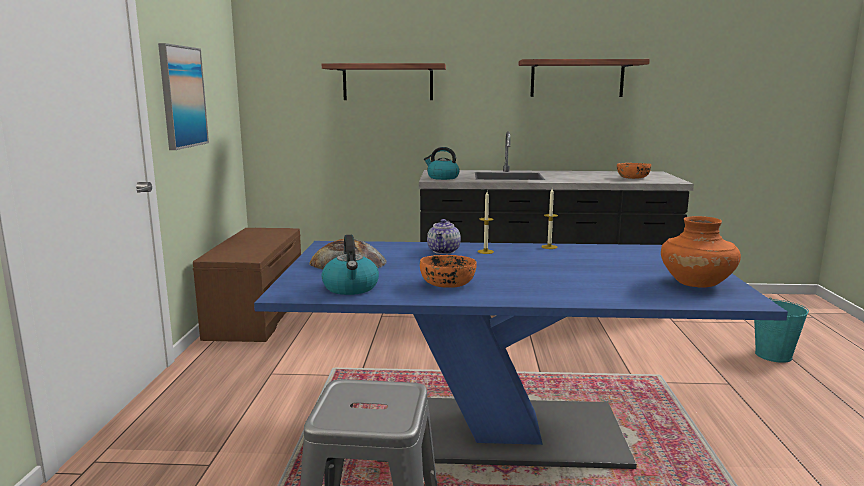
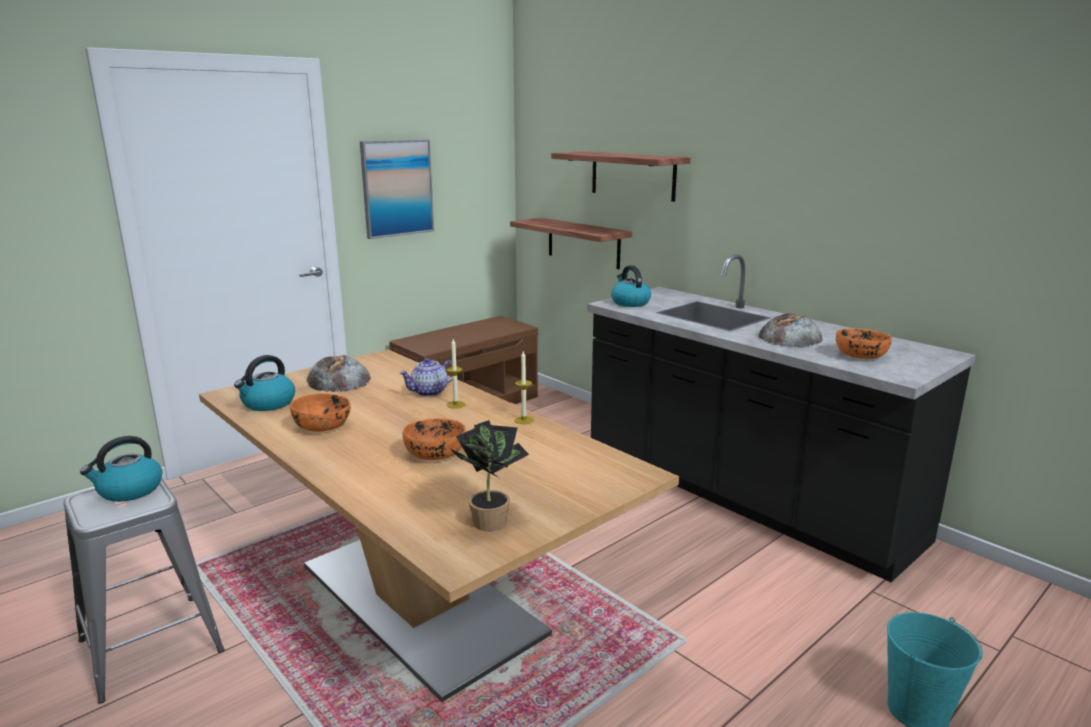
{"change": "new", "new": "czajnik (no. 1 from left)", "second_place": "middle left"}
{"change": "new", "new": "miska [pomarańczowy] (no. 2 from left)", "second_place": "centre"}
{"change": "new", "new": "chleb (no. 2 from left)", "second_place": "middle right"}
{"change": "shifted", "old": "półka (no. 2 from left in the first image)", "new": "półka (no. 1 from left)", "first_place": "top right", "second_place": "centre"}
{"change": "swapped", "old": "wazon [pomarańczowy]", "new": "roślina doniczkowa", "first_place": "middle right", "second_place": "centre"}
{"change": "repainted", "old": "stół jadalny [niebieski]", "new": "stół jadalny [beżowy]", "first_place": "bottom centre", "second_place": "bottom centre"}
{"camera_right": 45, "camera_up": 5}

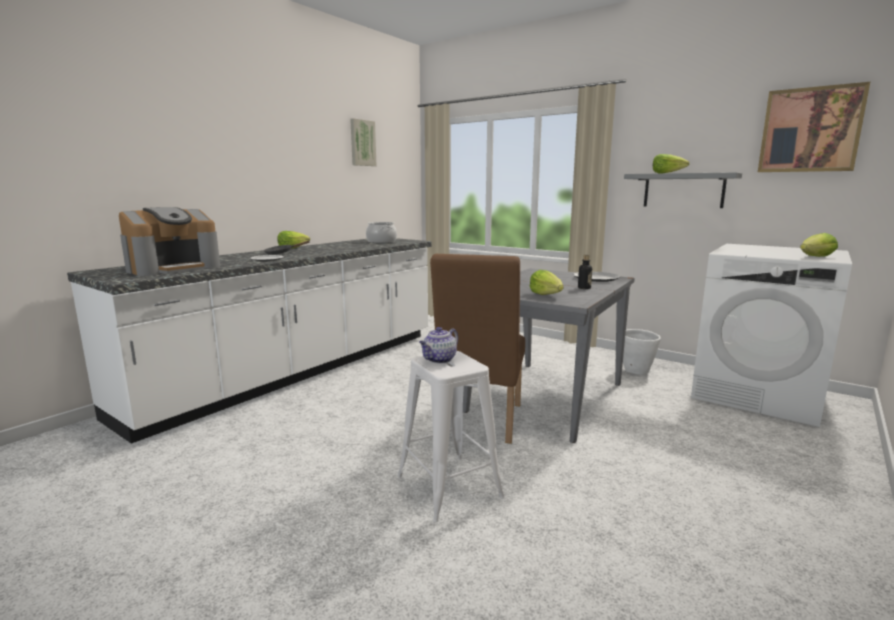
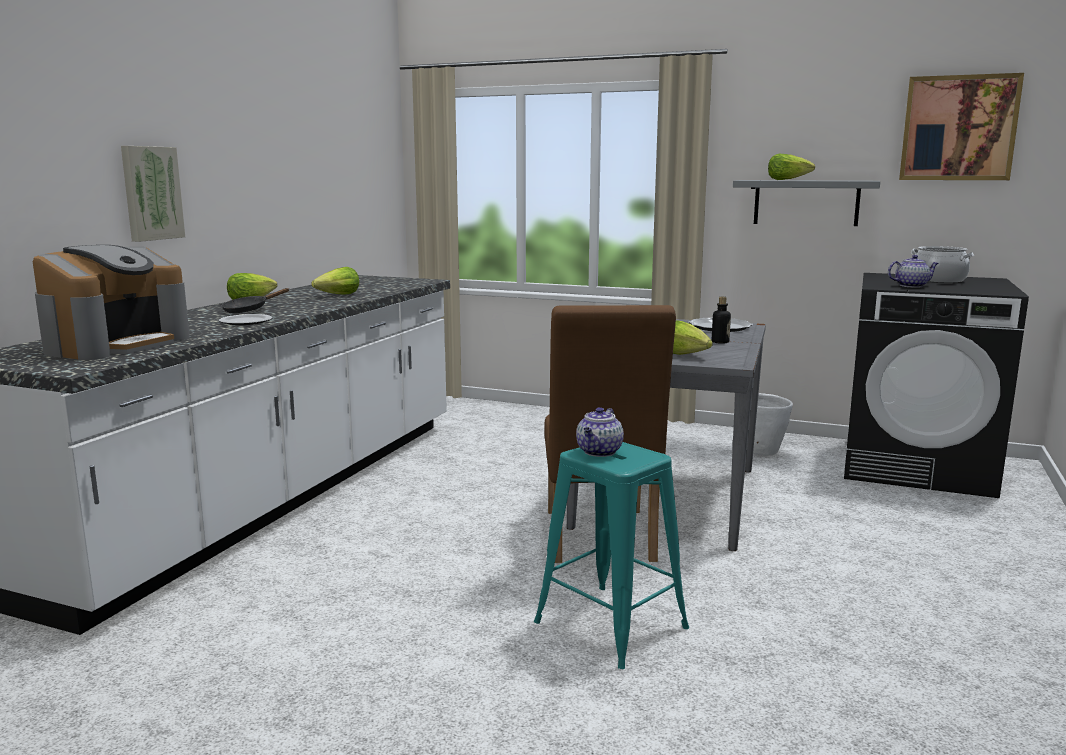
{"change": "new", "new": "imbryk (no. 2 from left)", "second_place": "middle right"}
{"change": "shifted", "old": "obraz (no. 1 from left)", "first_place": "top centre", "second_place": "top left"}
{"change": "shifted", "old": "garnek", "first_place": "centre", "second_place": "middle right"}
{"change": "shifted", "old": "sałata (no. 4 from left in the first image)", "new": "sałata (no. 2 from left)", "first_place": "middle right", "second_place": "middle left"}
{"change": "repainted", "old": "stołek [biały]", "new": "stołek [turkusowy]", "first_place": "bottom centre", "second_place": "bottom centre"}
{"change": "repainted", "old": "pralka [biały]", "new": "pralka [czarny]", "first_place": "middle right", "second_place": "middle right"}
{"camera_right": -15, "camera_up": 0}

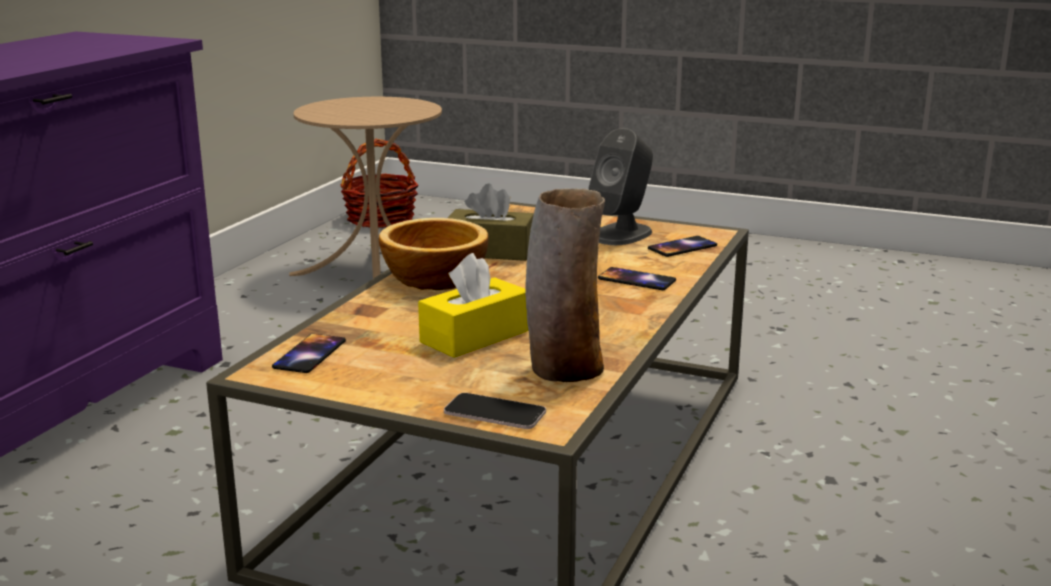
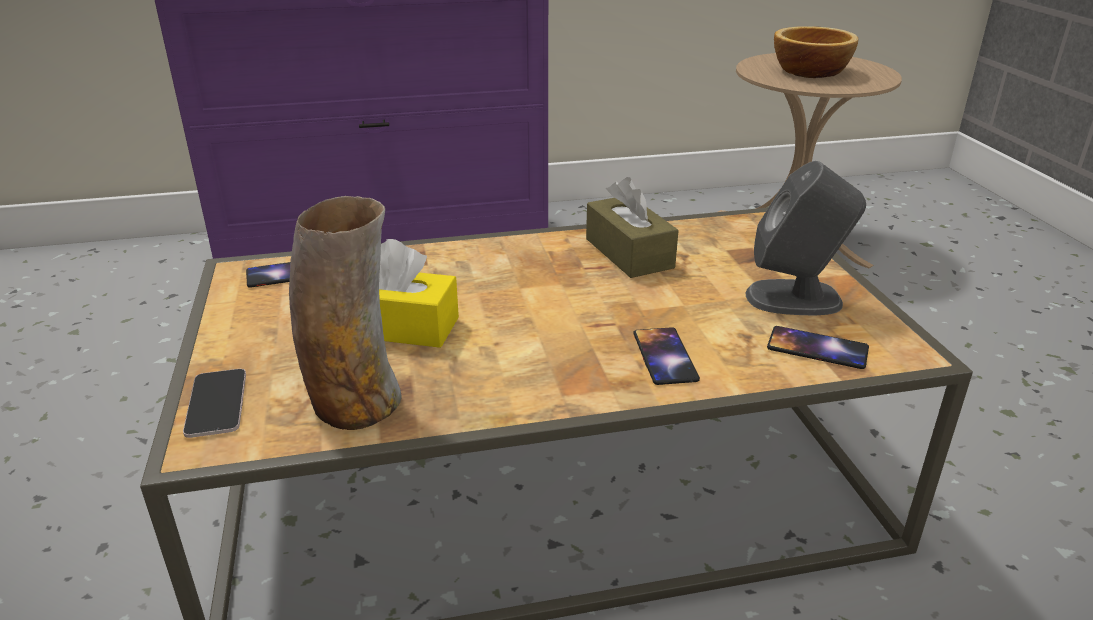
{"change": "gone", "old": "koszyk", "first_place": "top centre"}
{"change": "shifted", "old": "miska", "first_place": "centre", "second_place": "top right"}
{"camera_right": 55, "camera_up": 10}

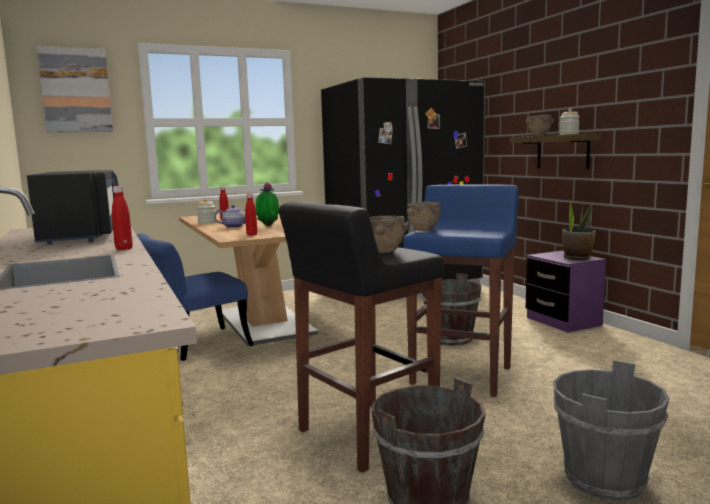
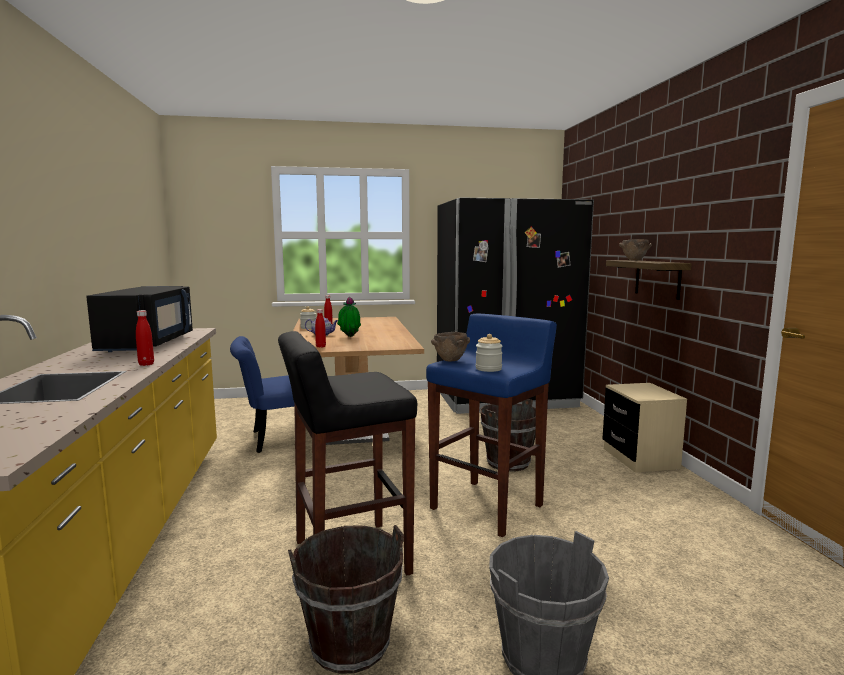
{"change": "gone", "old": "obraz", "first_place": "top left"}
{"change": "gone", "old": "miska [brązowy] (no. 1 from left)", "first_place": "centre"}
{"change": "gone", "old": "roślina doniczkowa (no. 2 from left)", "first_place": "middle right"}
{"change": "shifted", "old": "słoik (no. 2 from left)", "first_place": "top right", "second_place": "centre"}
{"change": "repainted", "old": "szafka nocna [fioletowy]", "new": "szafka nocna [beżowy]", "first_place": "middle right", "second_place": "middle right"}
{"camera_right": 15, "camera_up": 0}

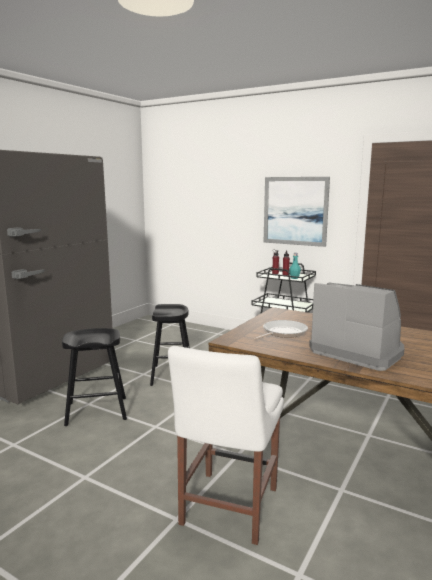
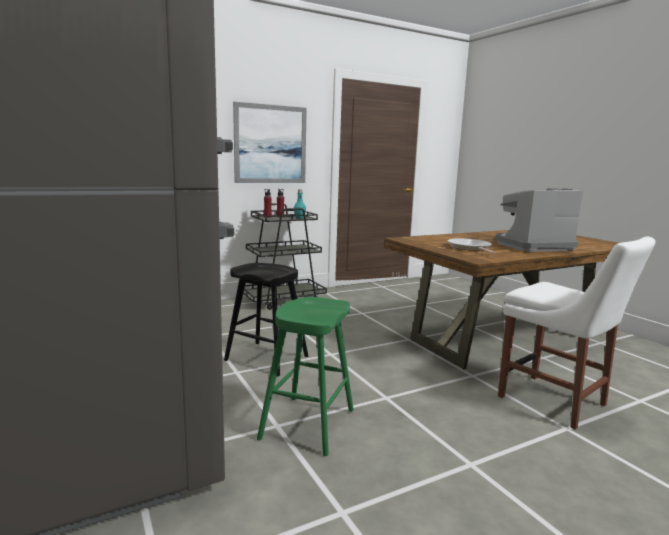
{"change": "repainted", "old": "stołek [czarny] (no. 1 from left)", "new": "stołek [zielony]", "first_place": "middle left", "second_place": "bottom centre"}
{"camera_right": -60, "camera_up": 0}

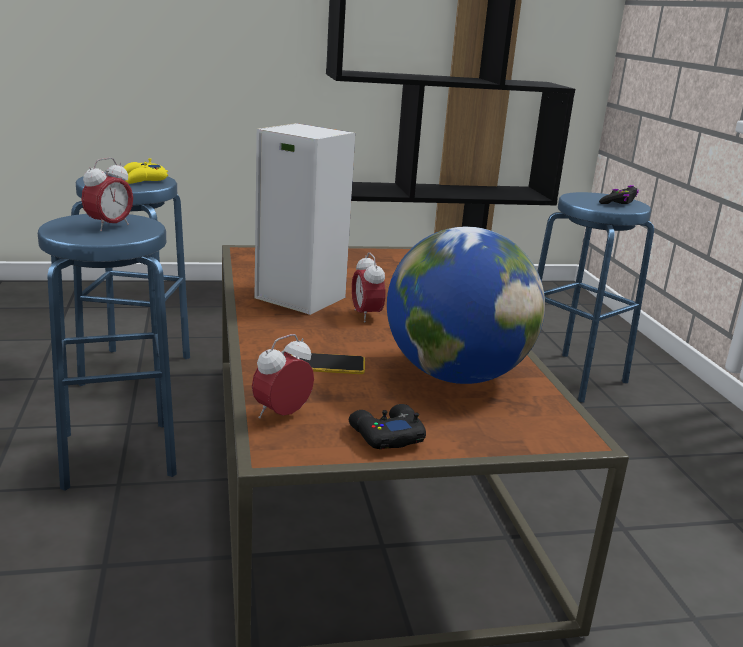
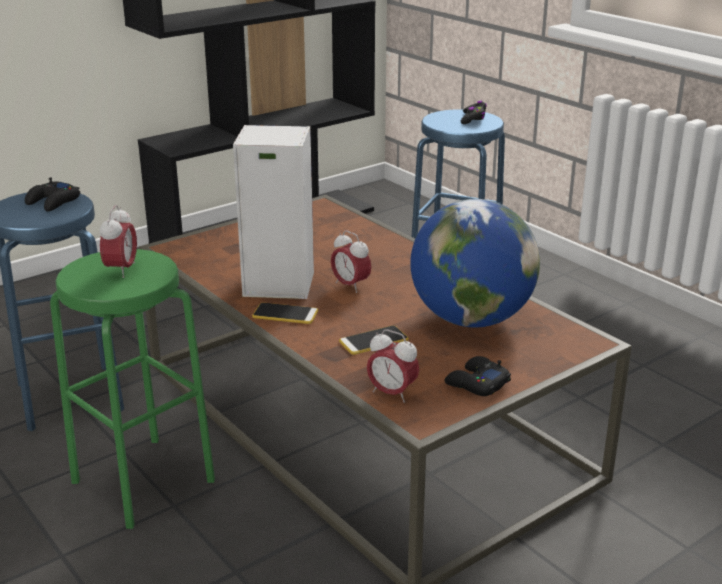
{"change": "new", "new": "telefon (no. 1 from left)", "second_place": "centre"}
{"change": "repainted", "old": "stołek [niebieski] (no. 1 from left)", "new": "stołek [zielony]", "first_place": "middle left", "second_place": "middle left"}
{"change": "repainted", "old": "pad do gier [żółty]", "new": "pad do gier [czarny] (no. 1 from left)", "first_place": "top left", "second_place": "top left"}
{"change": "rotated", "old": "budzik (no. 2 from left in the first image)", "first_place": "centre", "second_place": "centre", "degrees": -75}
{"camera_right": -25, "camera_up": 5}

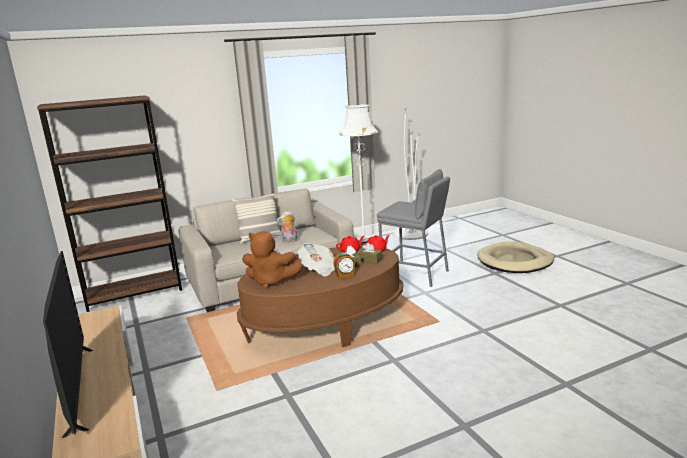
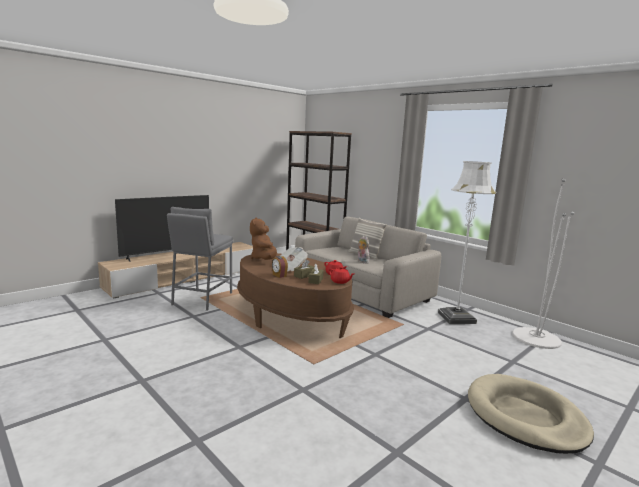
{"change": "shifted", "old": "stołek [szary]", "first_place": "centre", "second_place": "middle left"}
{"camera_right": 70, "camera_up": -5}

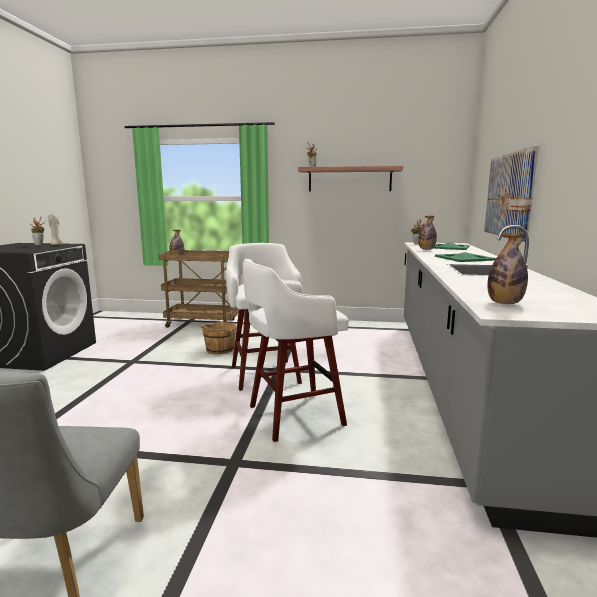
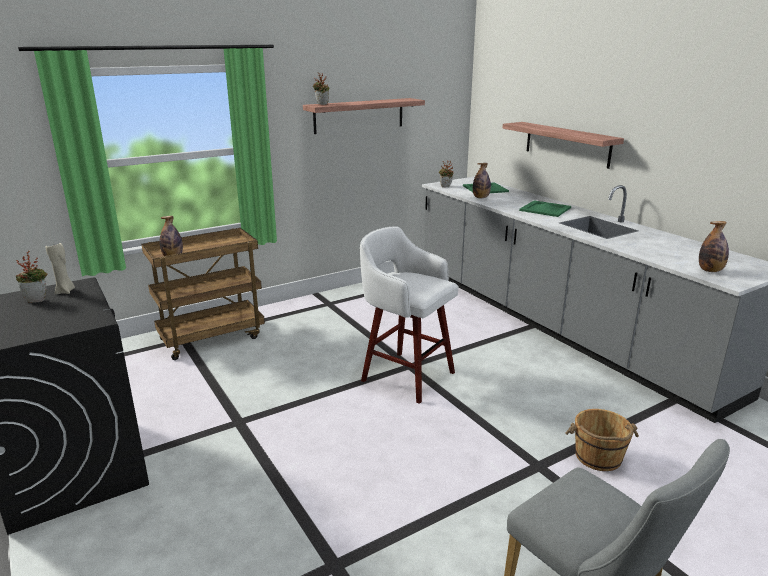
{"change": "gone", "old": "stołek [biały] (no. 2 from left)", "first_place": "centre"}
{"change": "shifted", "old": "wiadro [brązowy]", "first_place": "centre", "second_place": "bottom right"}
{"change": "swapped", "old": "obraz", "new": "półka (no. 2 from left)", "first_place": "top right", "second_place": "top right"}
{"camera_right": -40, "camera_up": 10}

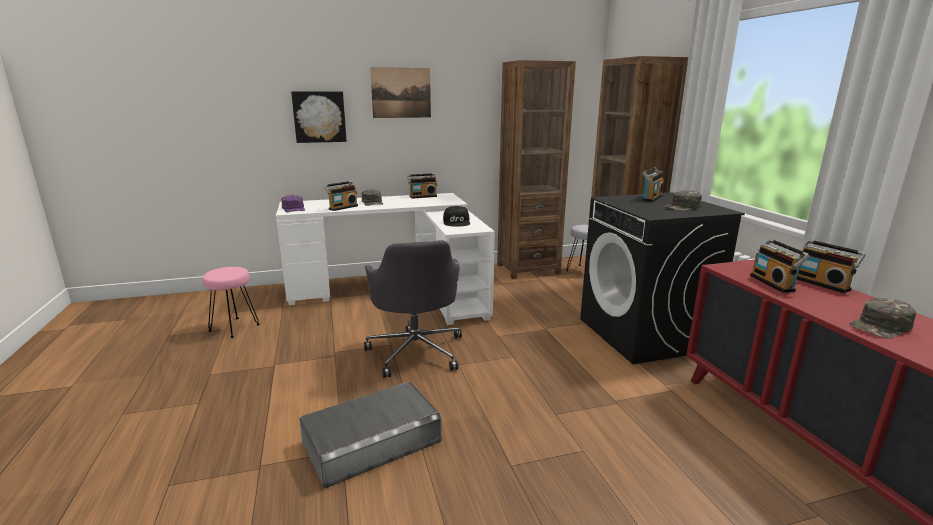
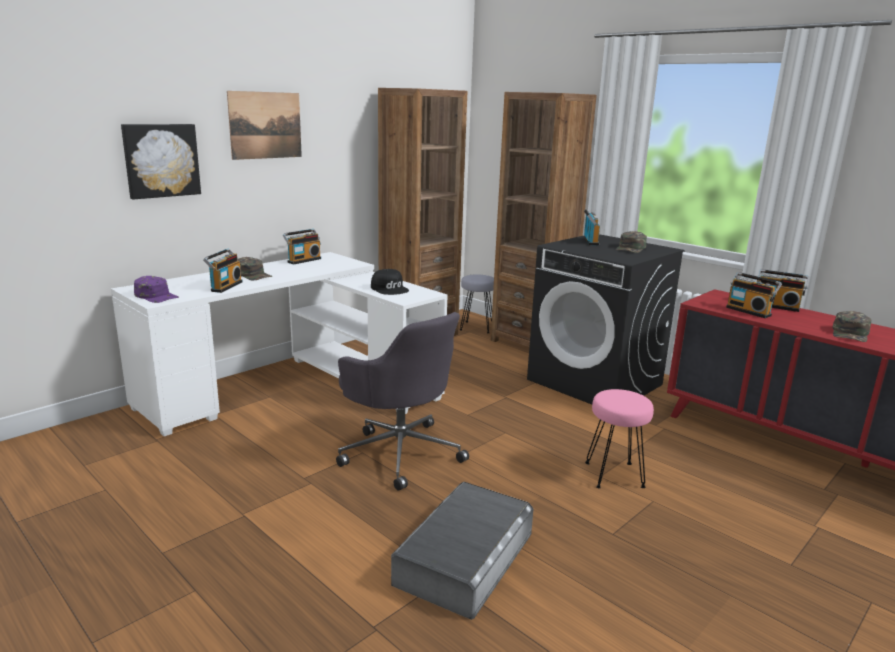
{"change": "shifted", "old": "stołek [różowy]", "first_place": "middle left", "second_place": "bottom right"}
{"camera_right": -30, "camera_up": 0}

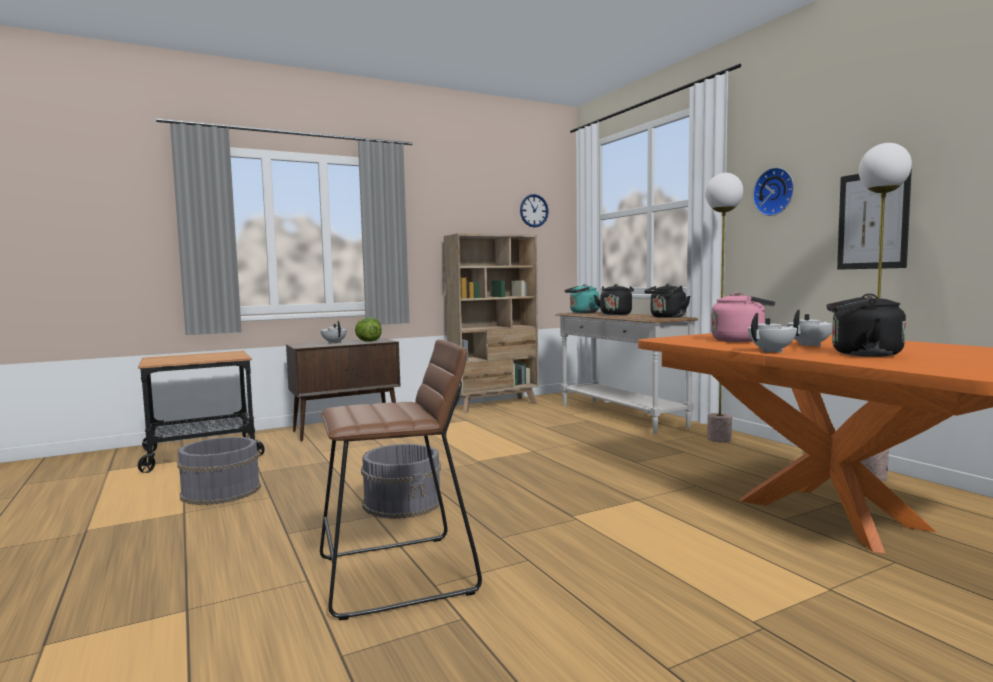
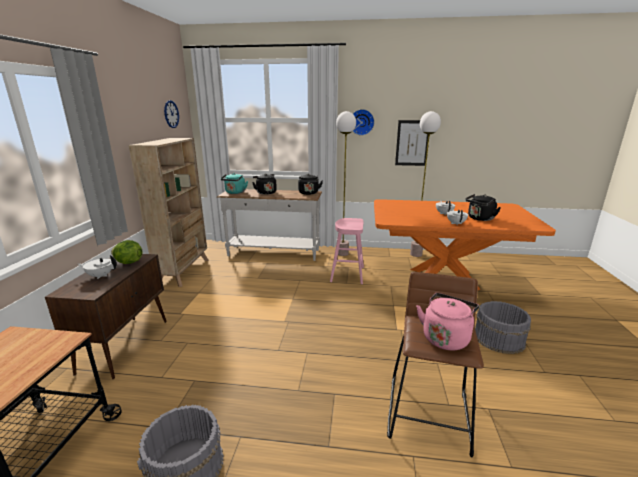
{"change": "new", "new": "stołek [różowy]", "second_place": "centre"}
{"change": "shifted", "old": "wiadro [szary] (no. 2 from left)", "first_place": "bottom centre", "second_place": "bottom right"}
{"change": "shifted", "old": "czajnik [różowy]", "first_place": "middle right", "second_place": "bottom right"}
{"camera_right": -55, "camera_up": 15}

